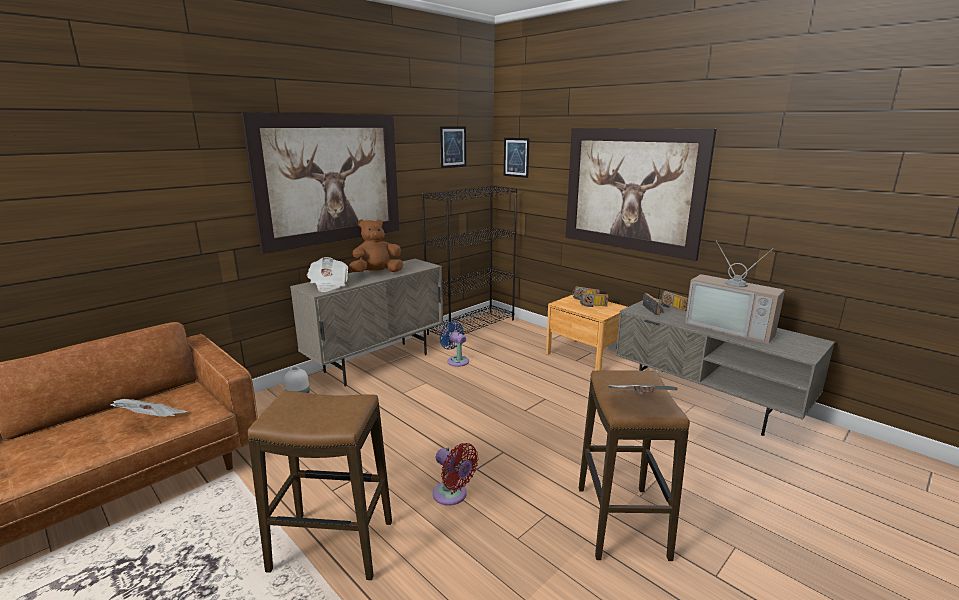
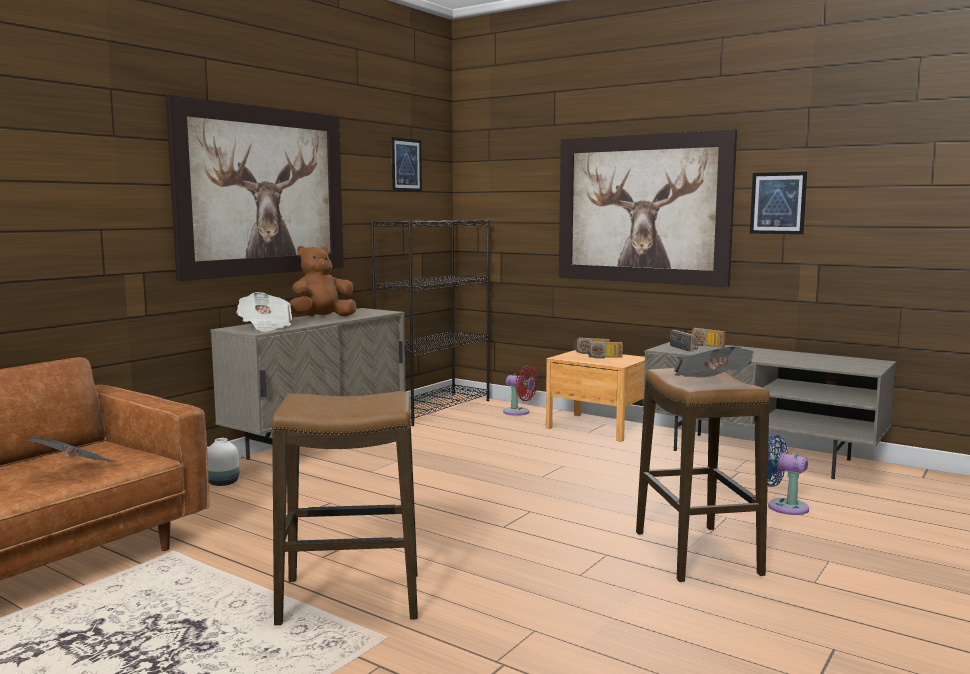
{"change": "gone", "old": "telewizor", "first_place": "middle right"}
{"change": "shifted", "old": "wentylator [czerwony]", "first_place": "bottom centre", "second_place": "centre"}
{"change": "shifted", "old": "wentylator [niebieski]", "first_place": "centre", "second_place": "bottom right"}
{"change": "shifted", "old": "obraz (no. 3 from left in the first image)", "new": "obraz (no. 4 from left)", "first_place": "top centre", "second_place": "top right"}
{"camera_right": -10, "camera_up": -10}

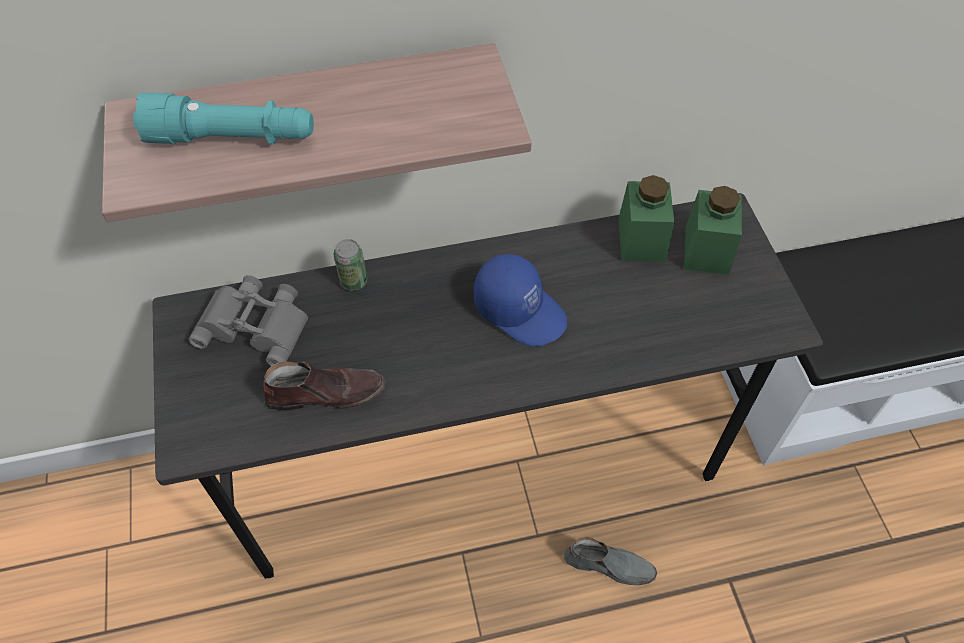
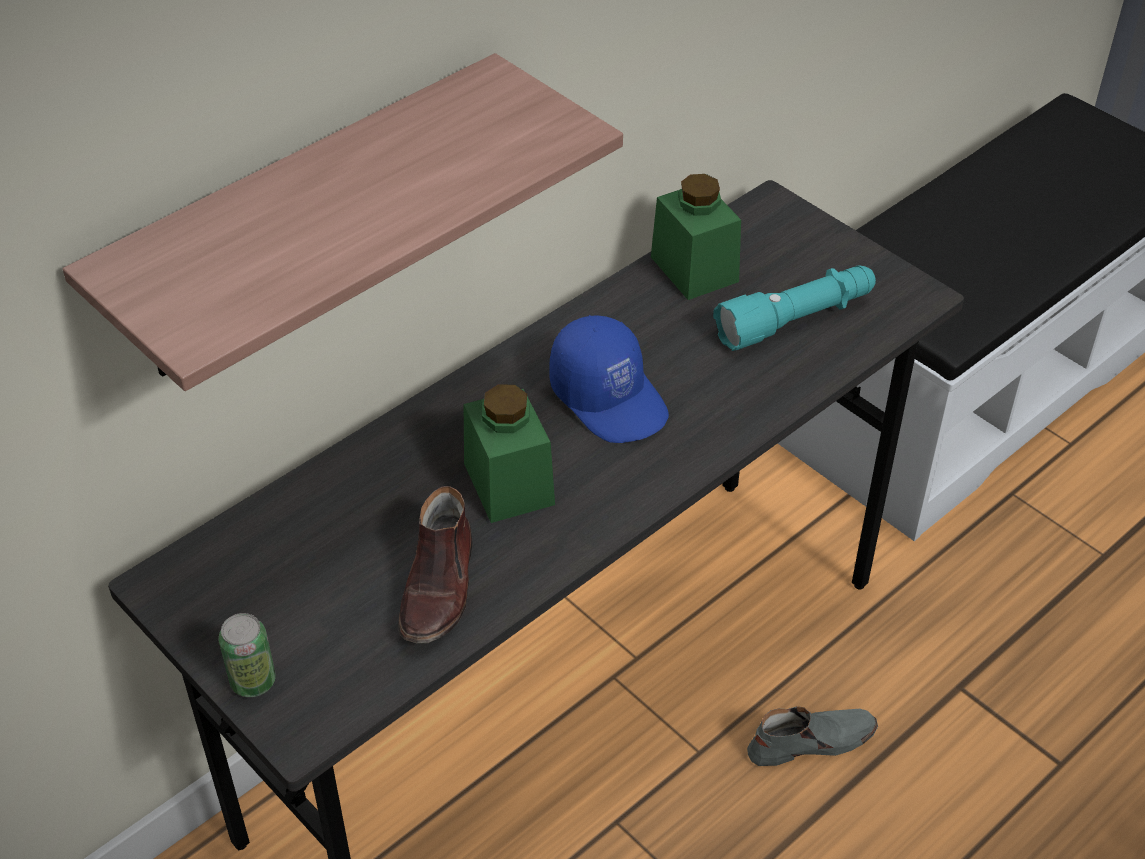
{"change": "gone", "old": "lornetka [szary]", "first_place": "middle left"}
{"change": "shifted", "old": "latarka [turkusowy]", "first_place": "top left", "second_place": "middle right"}
{"change": "shifted", "old": "puszka", "first_place": "centre", "second_place": "bottom left"}
{"change": "shifted", "old": "słoik [zielony] (no. 2 from left in the first image)", "new": "słoik [zielony] (no. 1 from left)", "first_place": "middle right", "second_place": "centre"}
{"change": "rotated", "old": "but [brązowy]", "first_place": "centre", "second_place": "centre", "degrees": 135}
{"change": "rotated", "old": "czapka z daszkiem [niebieski]", "first_place": "centre", "second_place": "centre", "degrees": 45}
{"camera_right": -30, "camera_up": -10}

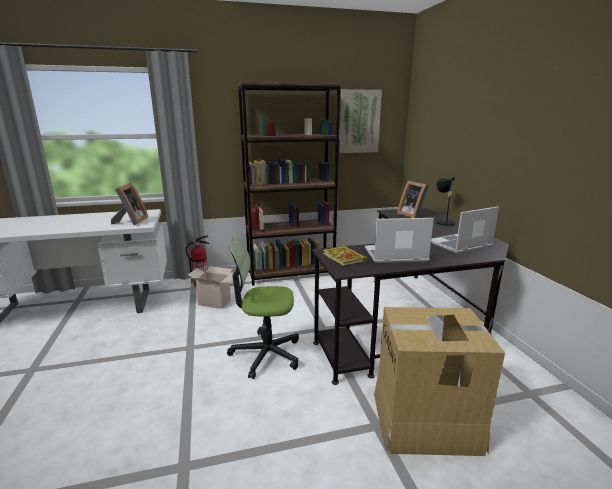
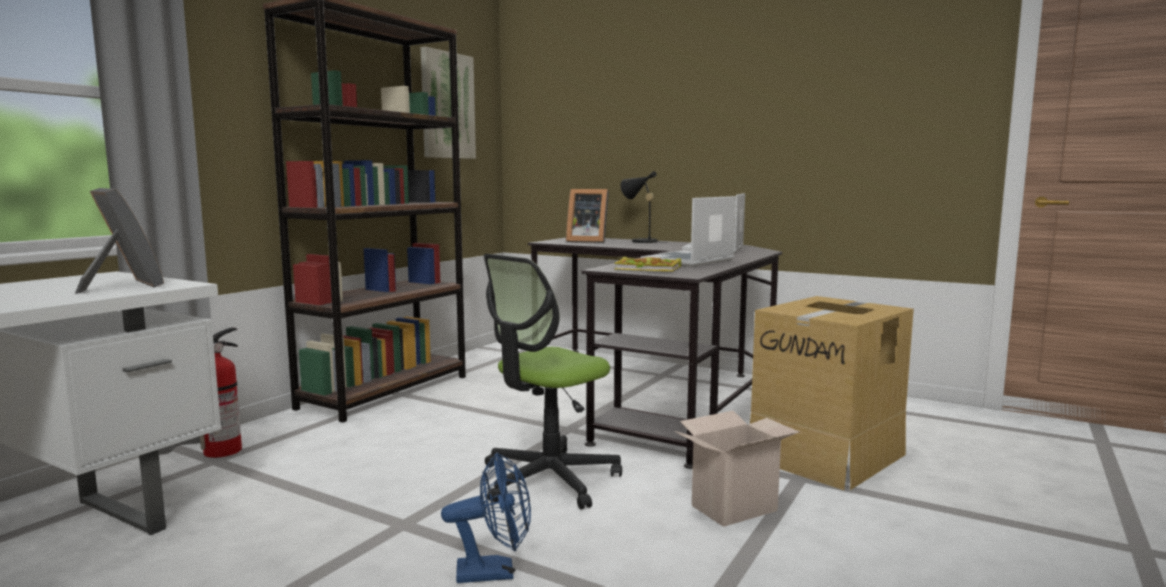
{"change": "new", "new": "wentylator [niebieski]", "second_place": "bottom centre"}
{"change": "shifted", "old": "karton (no. 1 from left)", "first_place": "centre", "second_place": "bottom centre"}
{"camera_right": -45, "camera_up": -10}

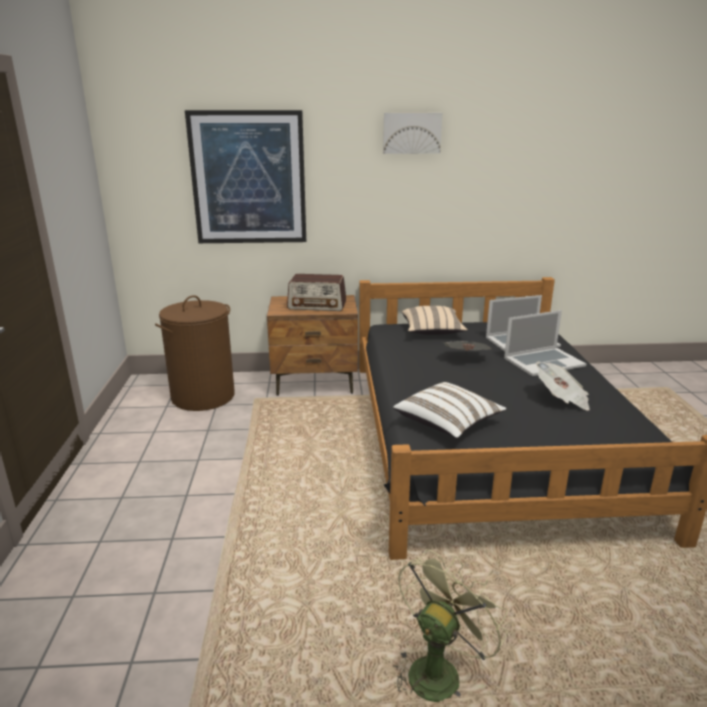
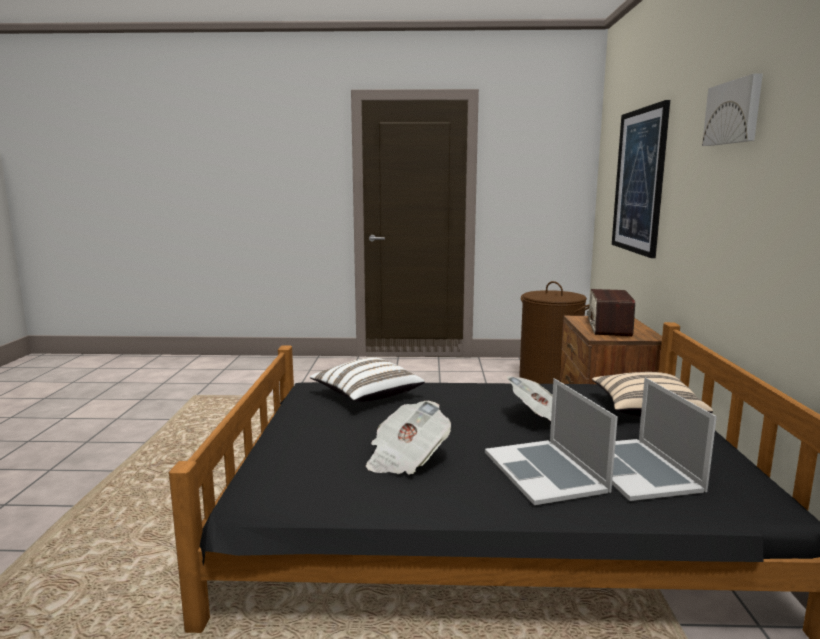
{"change": "gone", "old": "wentylator [zielony]", "first_place": "bottom centre"}
{"camera_right": 95, "camera_up": -10}

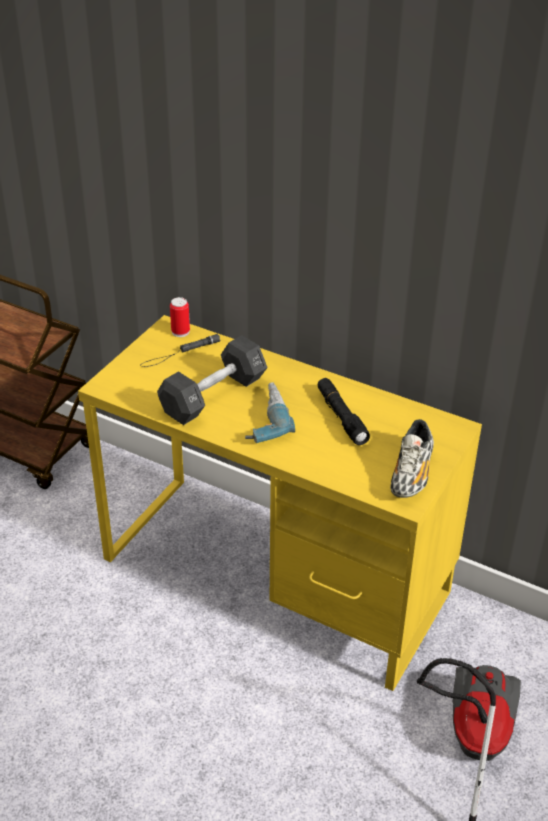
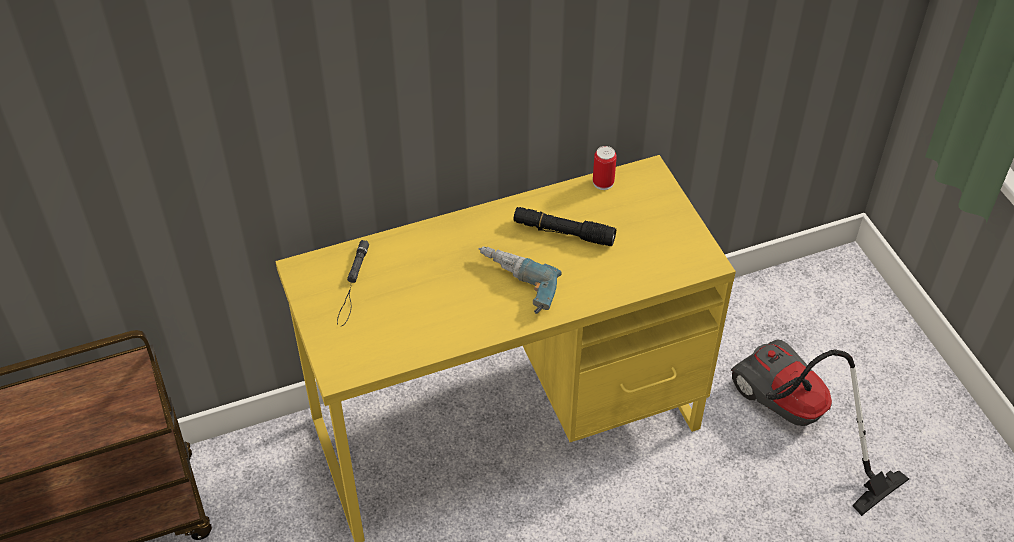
{"change": "gone", "old": "hantel [czarny]", "first_place": "centre"}
{"change": "gone", "old": "but", "first_place": "middle right"}
{"change": "shifted", "old": "puszka", "first_place": "middle left", "second_place": "top centre"}
{"camera_right": -50, "camera_up": 10}

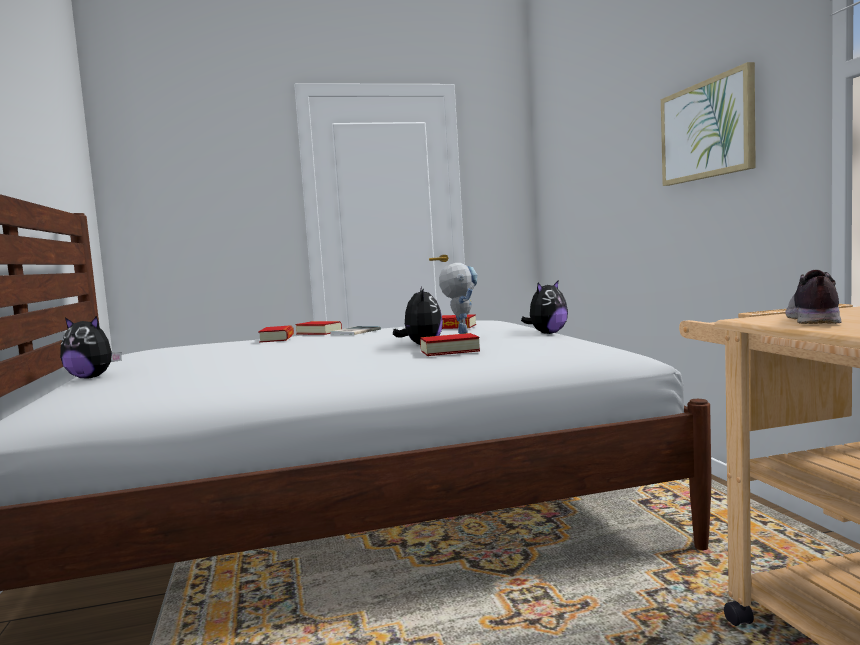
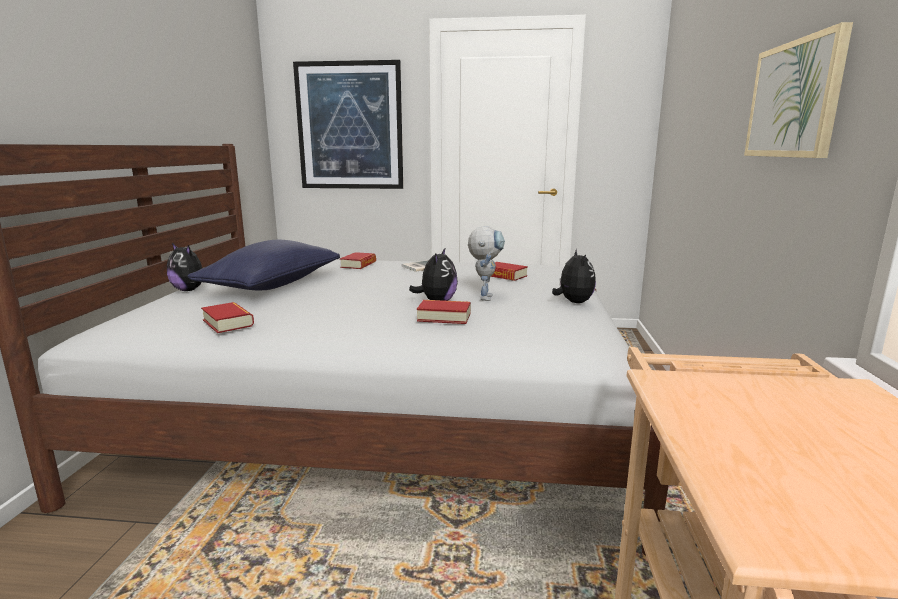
{"change": "gone", "old": "but", "first_place": "middle right"}
{"change": "new", "new": "poduszka [niebieski]", "second_place": "middle left"}
{"change": "new", "new": "obraz (no. 1 from left)", "second_place": "top centre"}
{"change": "shifted", "old": "książka (no. 2 from left in the first image)", "new": "książka (no. 1 from left)", "first_place": "centre", "second_place": "middle left"}
{"change": "rotated", "old": "pluszak (no. 3 from left)", "first_place": "centre", "second_place": "centre", "degrees": -75}
{"camera_right": 20, "camera_up": 10}

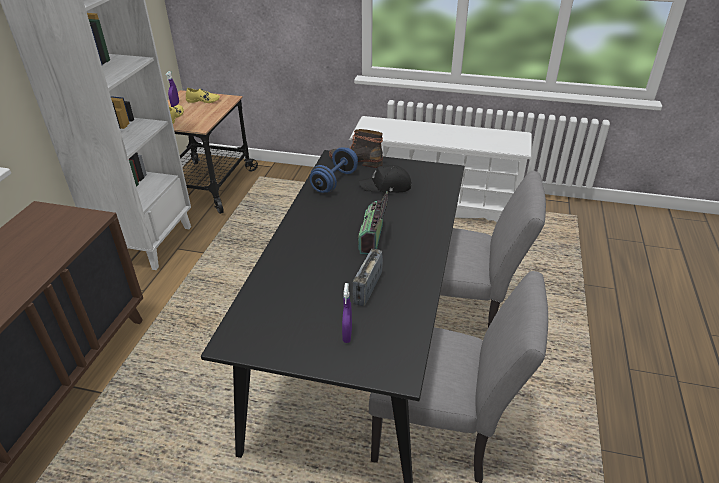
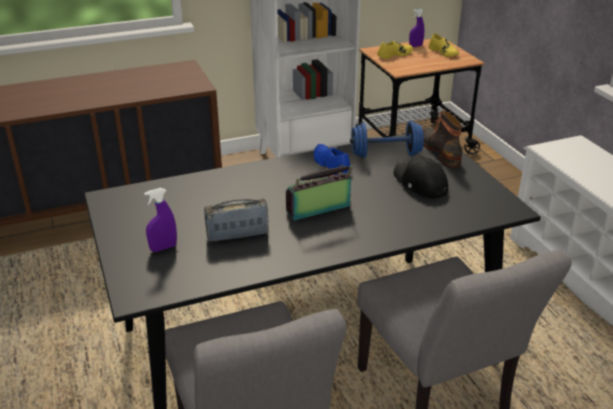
{"change": "new", "new": "but [niebieski]", "second_place": "centre"}
{"camera_right": 55, "camera_up": -5}

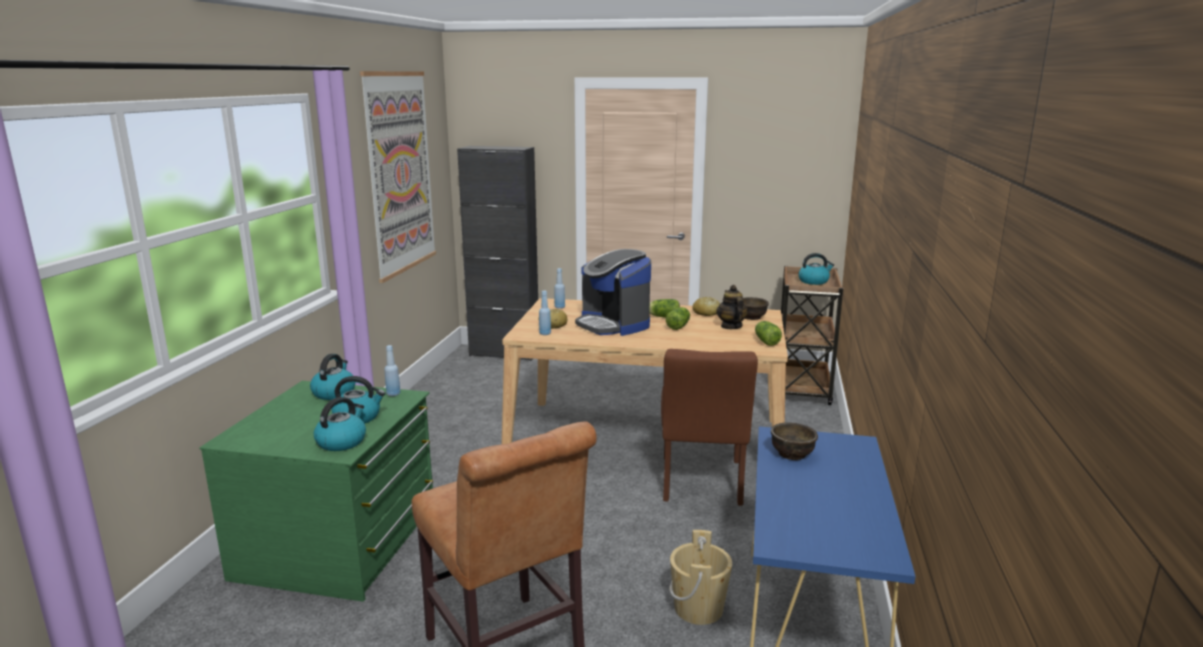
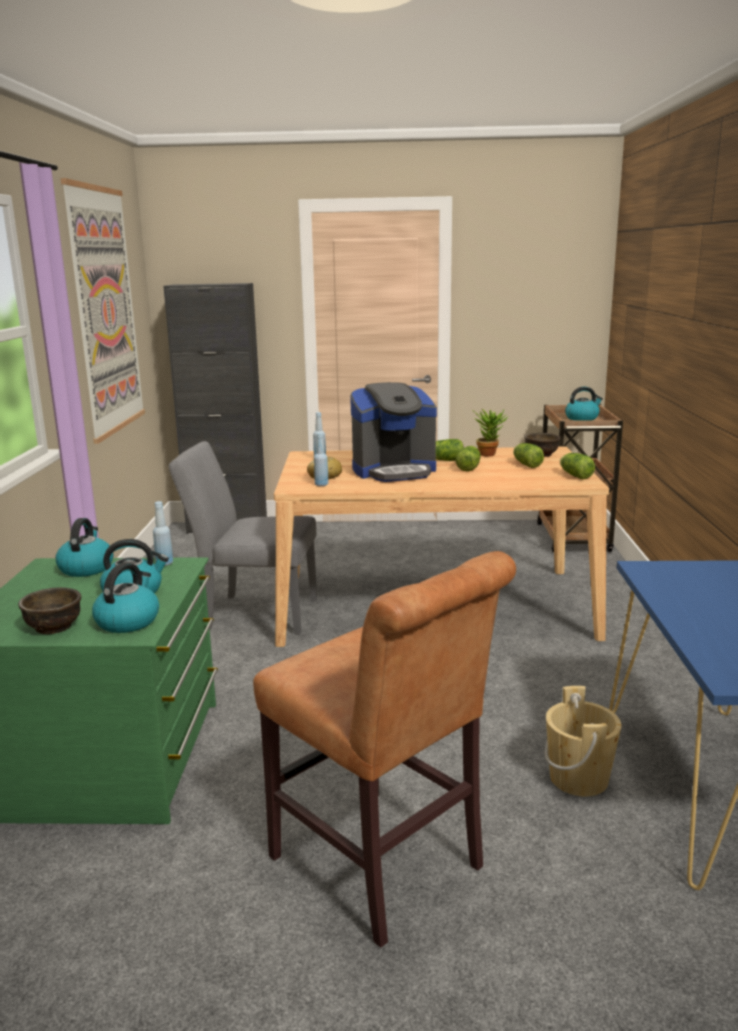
{"change": "gone", "old": "krzesło [brązowy] (no. 2 from left)", "first_place": "centre"}
{"change": "new", "new": "krzesło [szary]", "second_place": "middle left"}
{"change": "shifted", "old": "miska [brązowy] (no. 2 from left in the first image)", "new": "miska [brązowy] (no. 1 from left)", "first_place": "bottom centre", "second_place": "middle left"}
{"change": "swapped", "old": "chleb (no. 2 from left)", "new": "roślina doniczkowa", "first_place": "centre", "second_place": "centre"}
{"change": "swapped", "old": "imbryk", "new": "sałata (no. 3 from left)", "first_place": "centre", "second_place": "middle right"}
{"change": "rotated", "old": "ekspres do kawy", "first_place": "centre", "second_place": "centre", "degrees": -60}
{"camera_right": -10, "camera_up": 0}

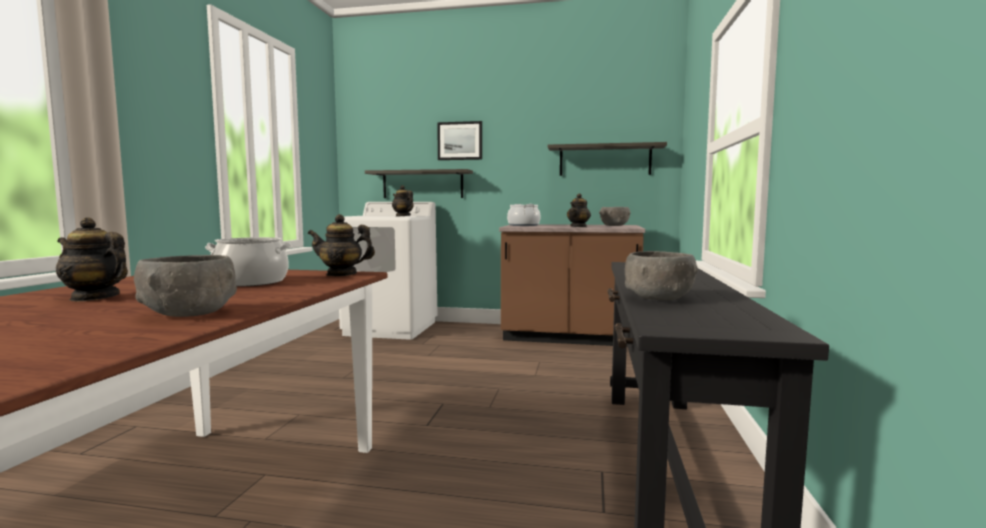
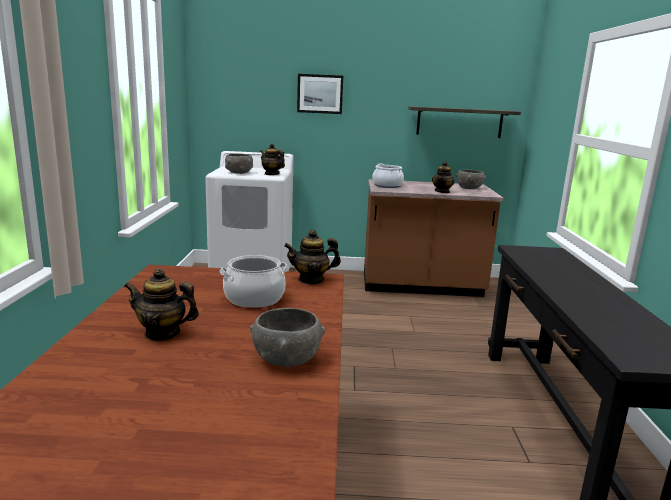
{"change": "gone", "old": "półka (no. 1 from left)", "first_place": "centre"}
{"change": "shifted", "old": "miska [szary] (no. 3 from left in the first image)", "new": "miska [szary] (no. 1 from left)", "first_place": "middle right", "second_place": "top centre"}
{"camera_right": -10, "camera_up": 10}

